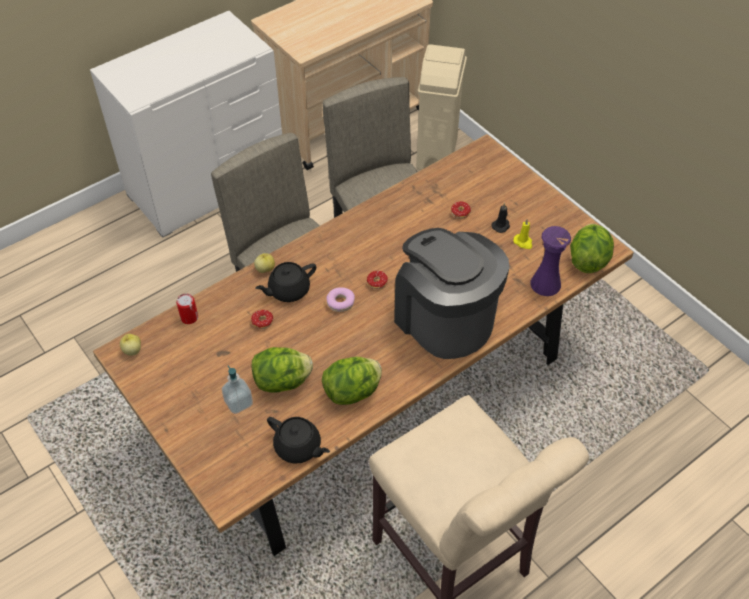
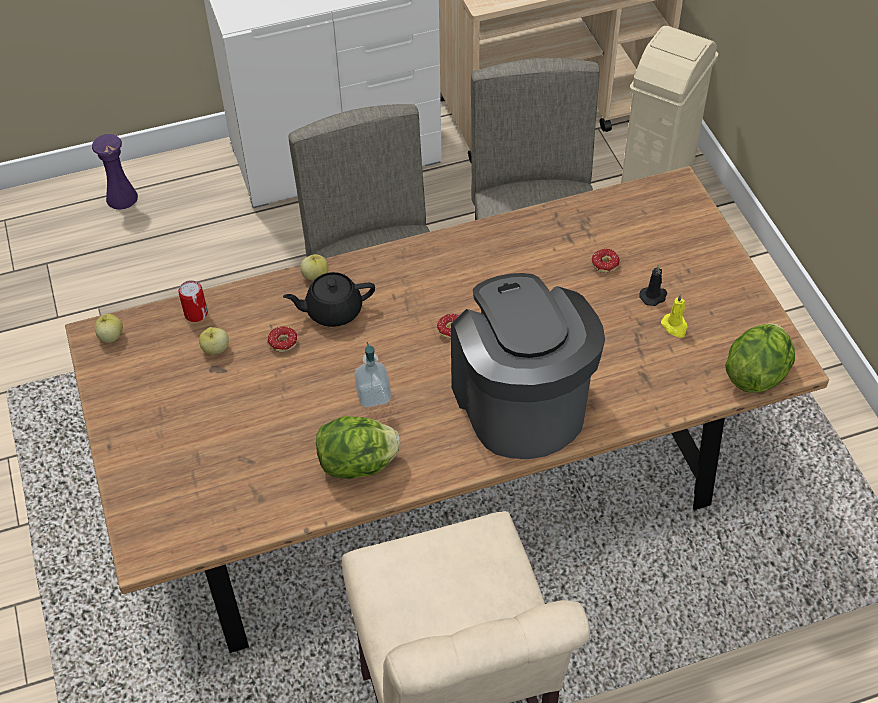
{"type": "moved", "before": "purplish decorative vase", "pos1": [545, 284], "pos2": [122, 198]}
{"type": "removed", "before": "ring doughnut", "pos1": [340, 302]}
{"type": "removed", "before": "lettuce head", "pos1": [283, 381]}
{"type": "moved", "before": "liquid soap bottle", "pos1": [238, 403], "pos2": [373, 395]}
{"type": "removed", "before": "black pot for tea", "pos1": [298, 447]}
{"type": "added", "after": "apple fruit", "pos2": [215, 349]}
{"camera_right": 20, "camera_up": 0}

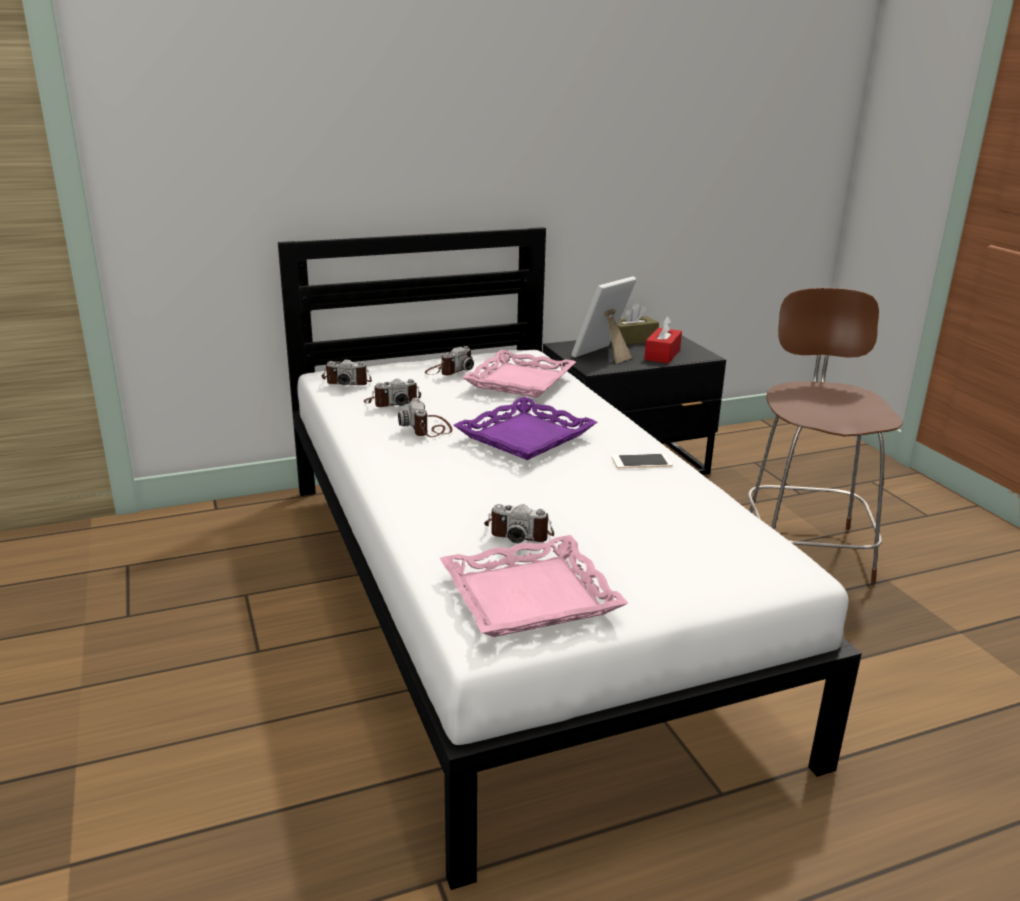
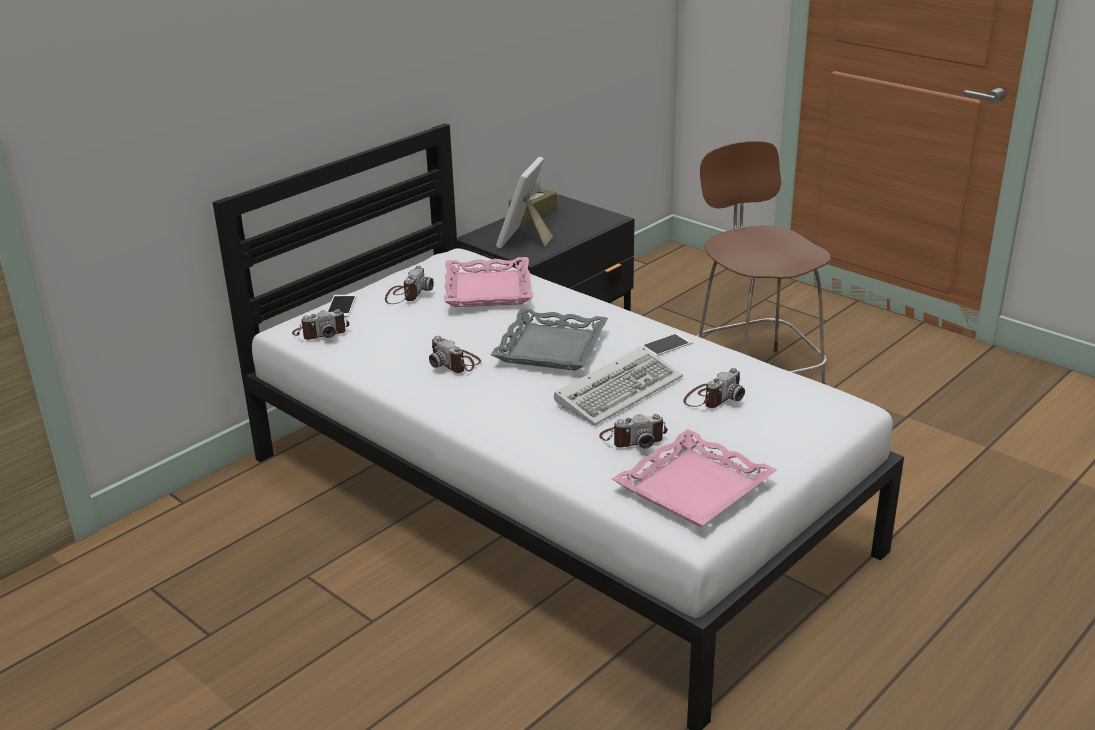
{"type": "removed", "before": "red tissue box", "pos1": [662, 355]}
{"type": "moved", "before": "still camera", "pos1": [392, 402], "pos2": [712, 397]}
{"type": "recoloured", "before": "purplish carrying tray", "after": "gray carrying tray", "pos1": [524, 436], "pos2": [550, 347]}
{"type": "added", "after": "phone", "pos2": [341, 306]}
{"type": "added", "after": "keyboard", "pos2": [619, 389]}
{"camera_right": -25, "camera_up": 5}

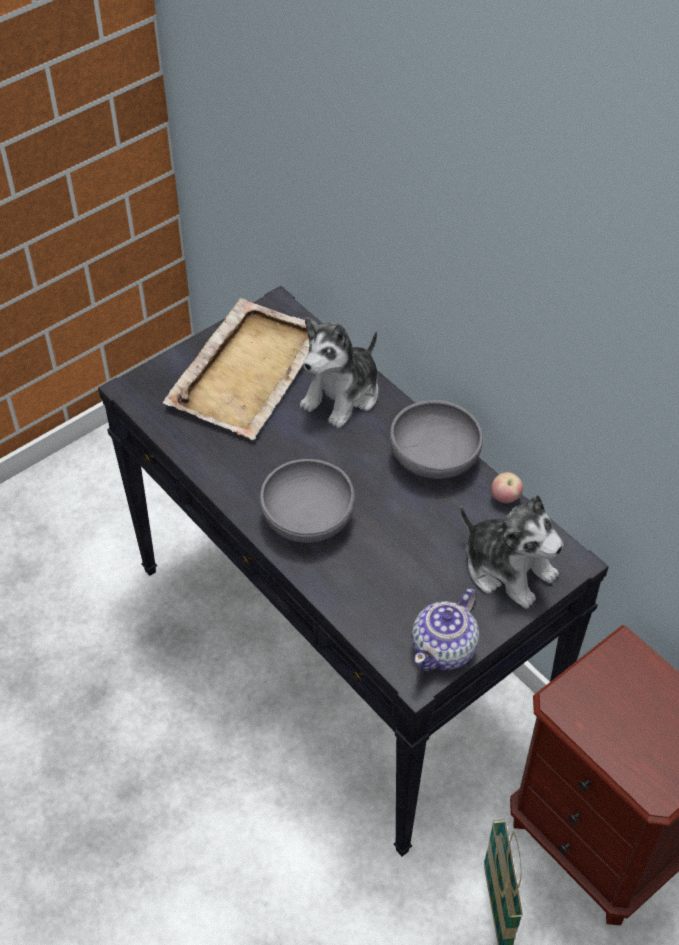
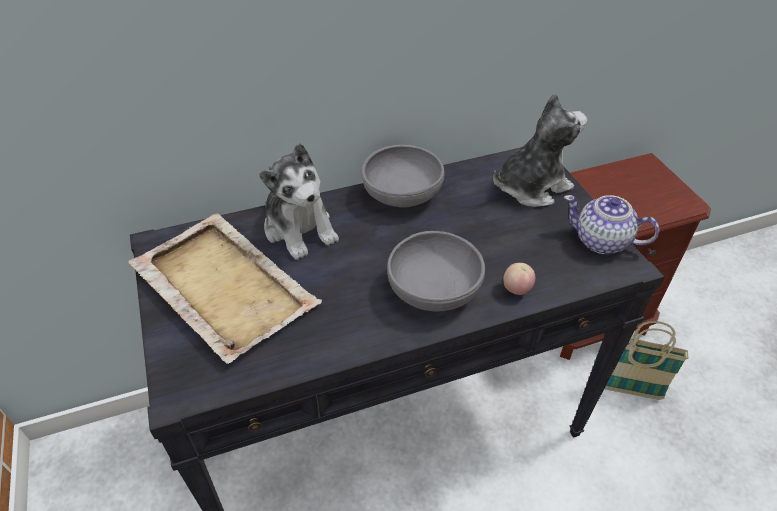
{"type": "moved", "before": "apple fruit", "pos1": [505, 498], "pos2": [516, 289]}
{"type": "turned", "before": "pot for tea", "pos1": [445, 648], "pos2": [602, 241], "turn": 150}
{"camera_right": -70, "camera_up": -5}

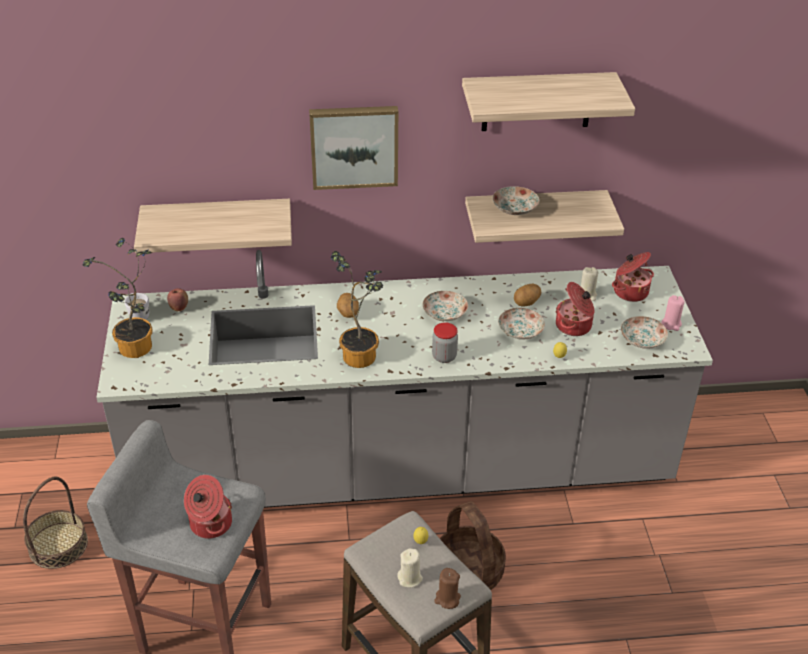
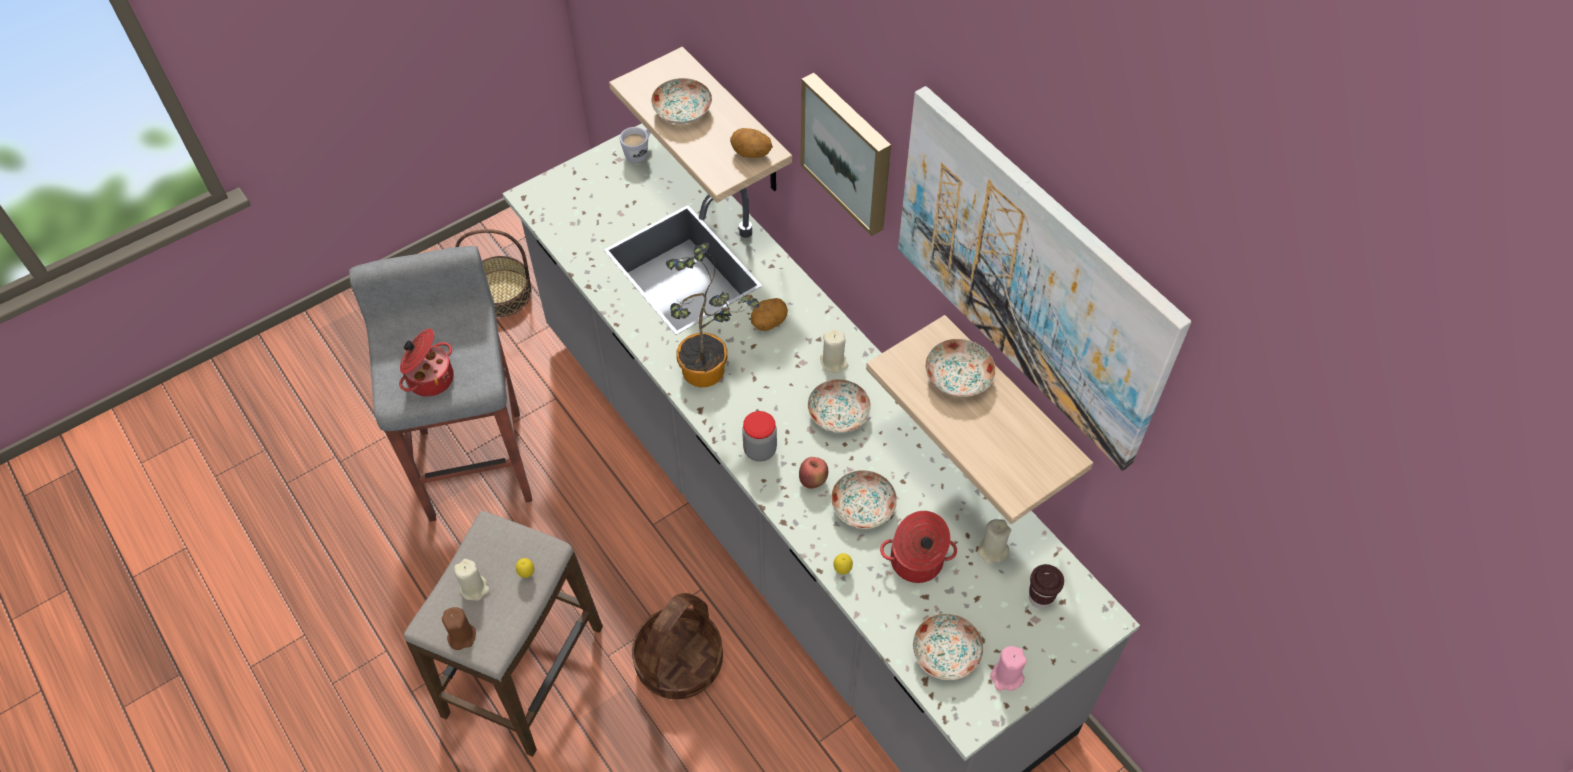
{"type": "replaced", "before": "shelf", "after": "wall art", "pos1": [537, 101], "pos2": [1030, 277]}
{"type": "removed", "before": "potted plant", "pos1": [136, 351]}
{"type": "replaced", "before": "saucepot", "after": "brownish cup", "pos1": [630, 291], "pos2": [1040, 598]}
{"type": "moved", "before": "whole potato", "pos1": [526, 303], "pos2": [751, 154]}
{"type": "moved", "before": "apple fruit", "pos1": [179, 308], "pos2": [813, 481]}
{"type": "added", "after": "flat dish", "pos2": [683, 111]}
{"type": "added", "after": "sand-coloured wax light", "pos2": [833, 362]}
{"camera_right": 60, "camera_up": 15}

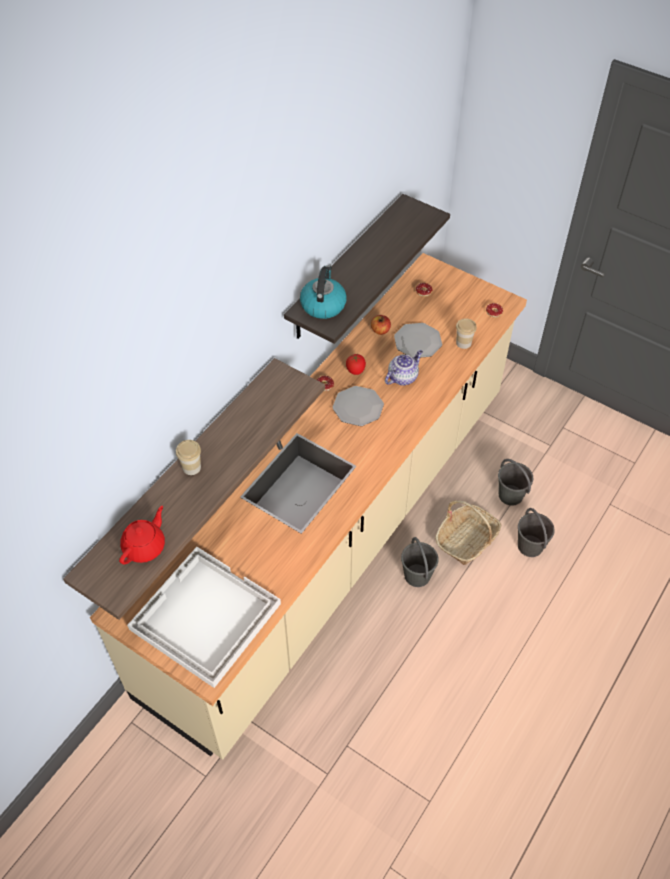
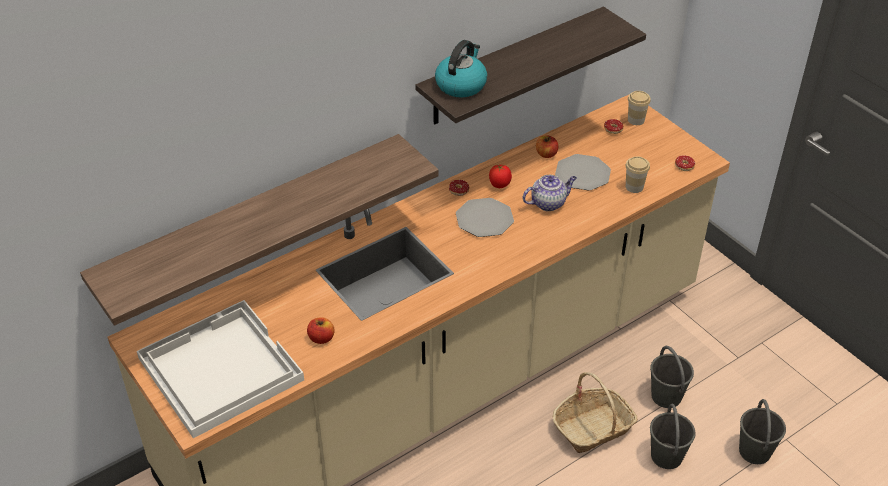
{"type": "moved", "before": "cup", "pos1": [191, 467], "pos2": [636, 120]}
{"type": "removed", "before": "red pot for tea", "pos1": [145, 546]}
{"type": "moved", "before": "gray pail", "pos1": [417, 575], "pos2": [754, 451]}
{"type": "added", "after": "apple fruit", "pos2": [321, 338]}
{"camera_right": 20, "camera_up": -10}

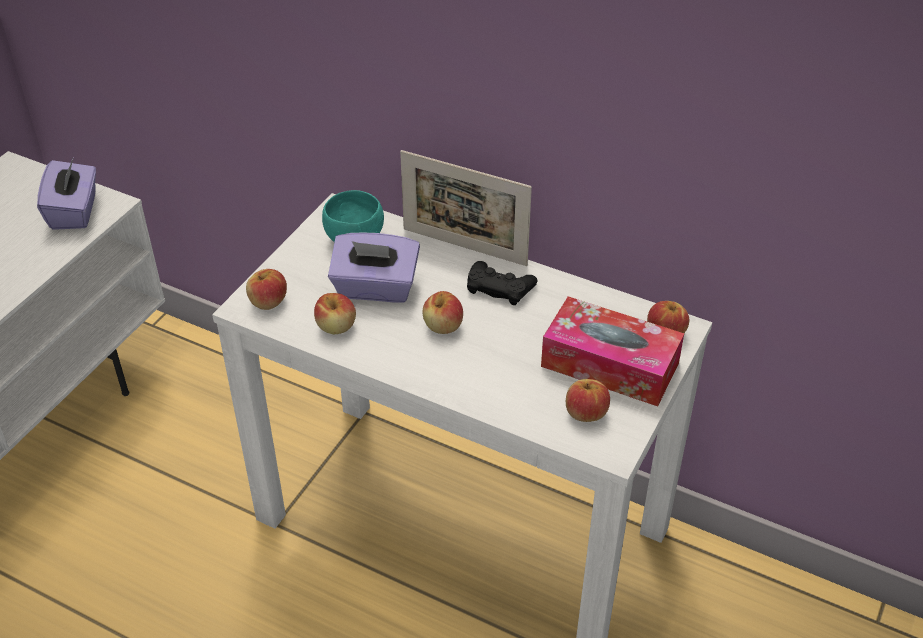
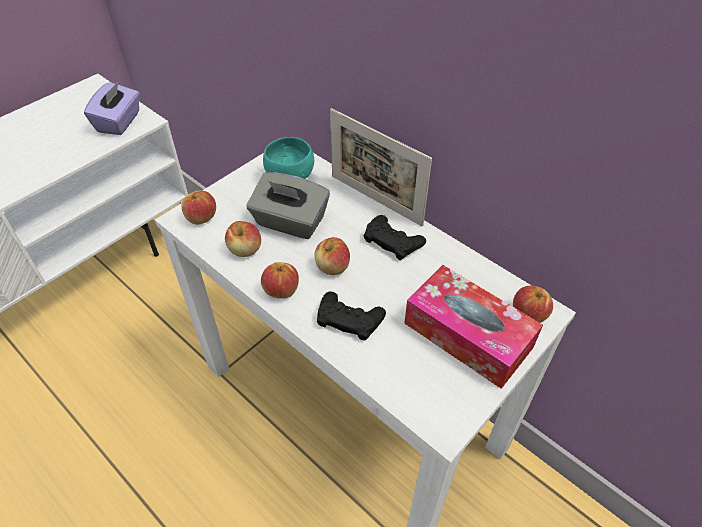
{"type": "recoloured", "before": "purplish tissue box", "after": "gray tissue box", "pos1": [375, 288], "pos2": [290, 222]}
{"type": "moved", "before": "apple fruit", "pos1": [585, 413], "pos2": [281, 290]}
{"type": "added", "after": "black gamepad", "pos2": [349, 319]}
{"camera_right": 15, "camera_up": 5}

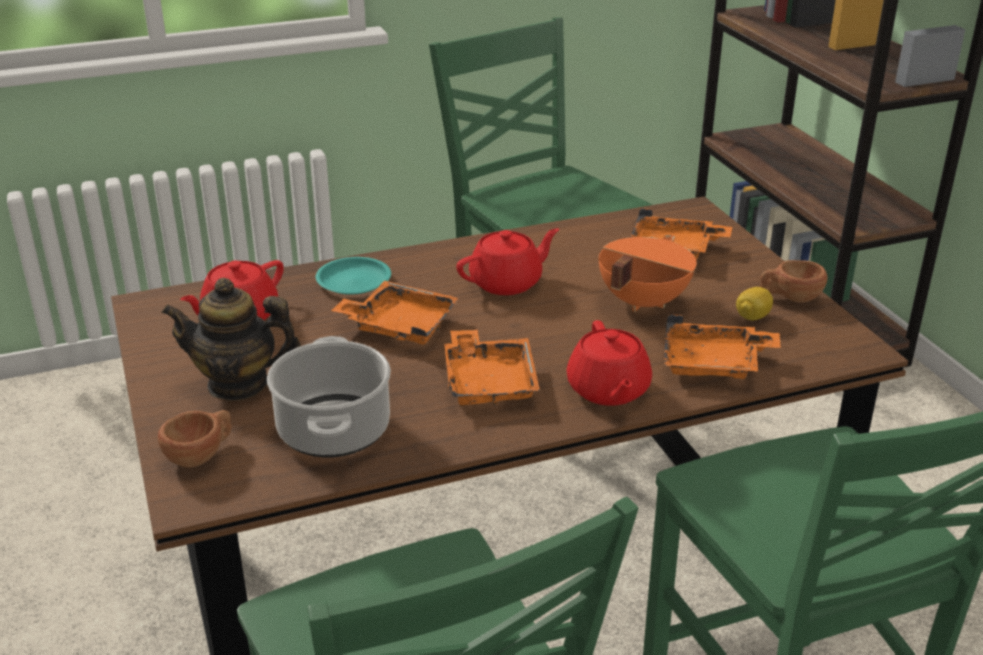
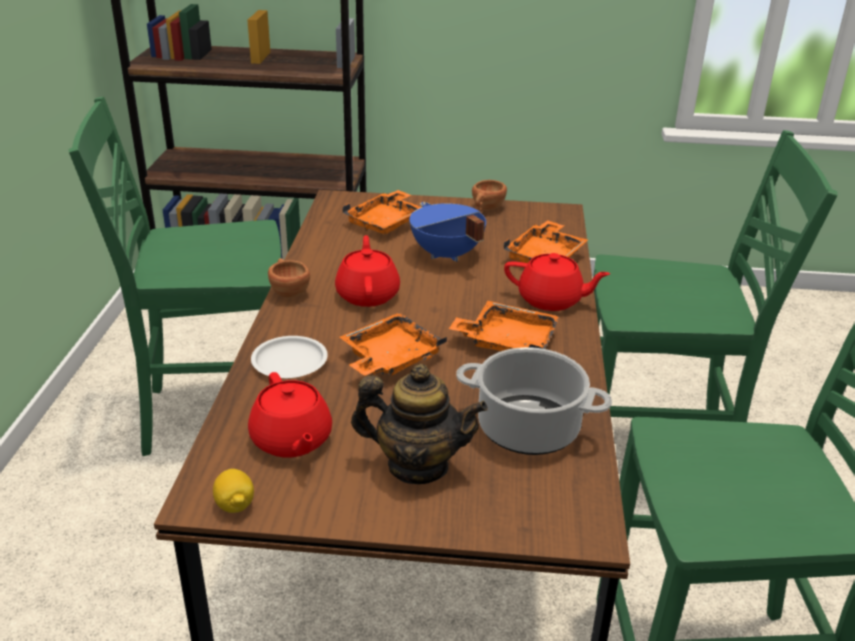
{"type": "recoloured", "before": "orange-coloured saucepot", "after": "blue-coloured saucepot", "pos1": [641, 301], "pos2": [445, 255]}
{"type": "recoloured", "before": "turquoise-coloured flat dish", "after": "white-coloured flat dish", "pos1": [354, 280], "pos2": [289, 362]}
{"type": "turned", "before": "pot for tea", "pos1": [238, 384], "pos2": [417, 465], "turn": -105}
{"type": "moved", "before": "citrus fruit", "pos1": [752, 317], "pos2": [235, 505]}
{"type": "moved", "before": "brownish cup", "pos1": [201, 455], "pos2": [288, 291]}
{"camera_right": -65, "camera_up": 0}

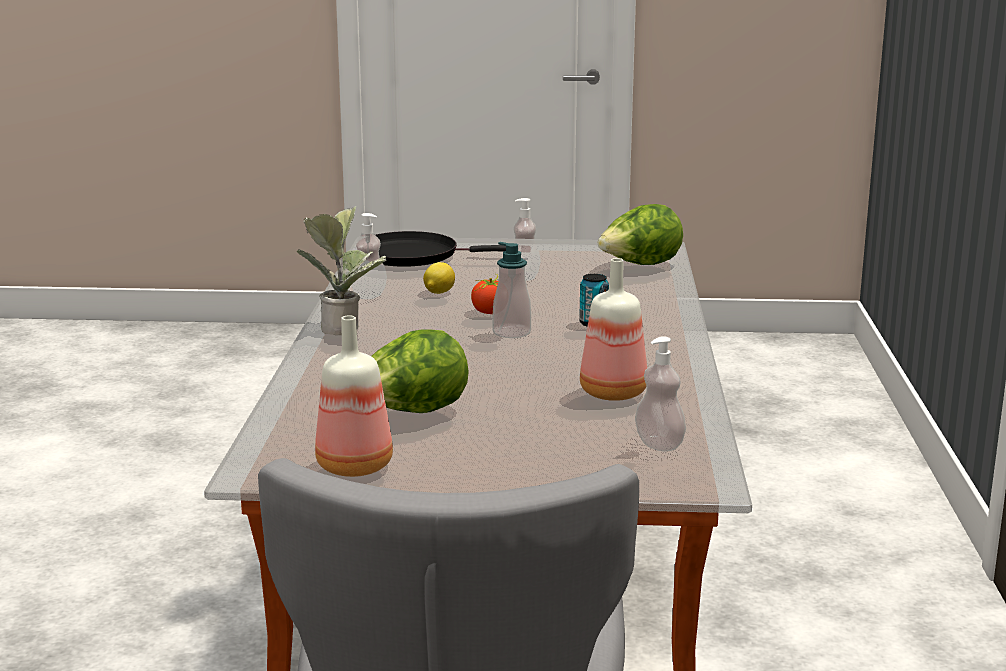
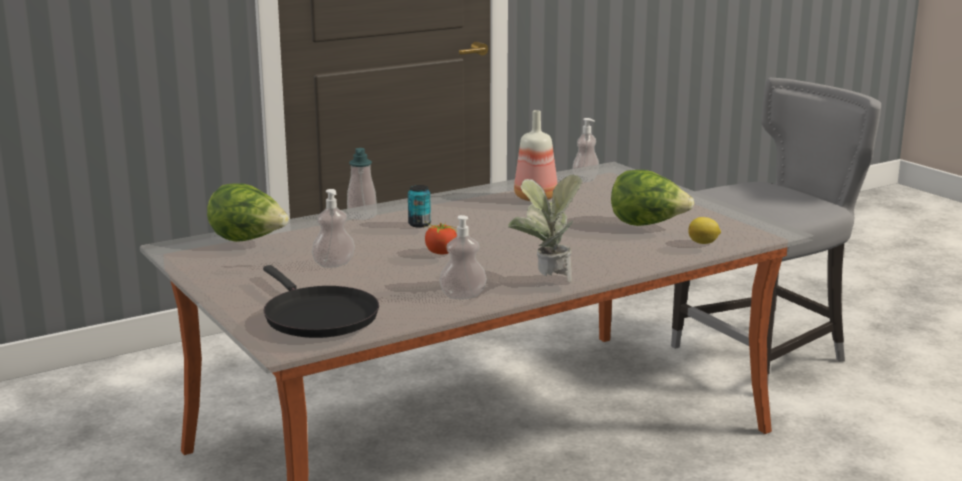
{"type": "moved", "before": "liquid soap bottle", "pos1": [511, 333], "pos2": [362, 216]}
{"type": "moved", "before": "citrus fruit", "pos1": [438, 292], "pos2": [704, 243]}
{"type": "removed", "before": "drink bottle", "pos1": [353, 466]}
{"camera_right": -125, "camera_up": 0}

